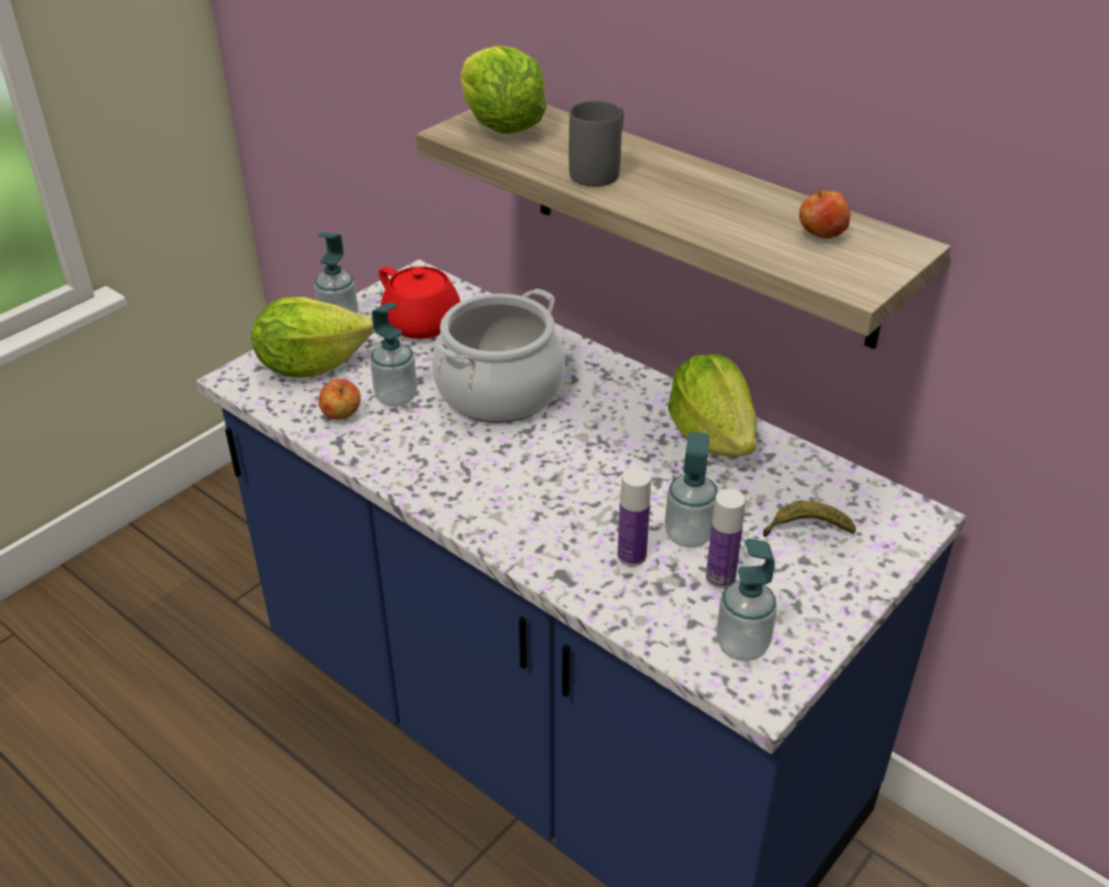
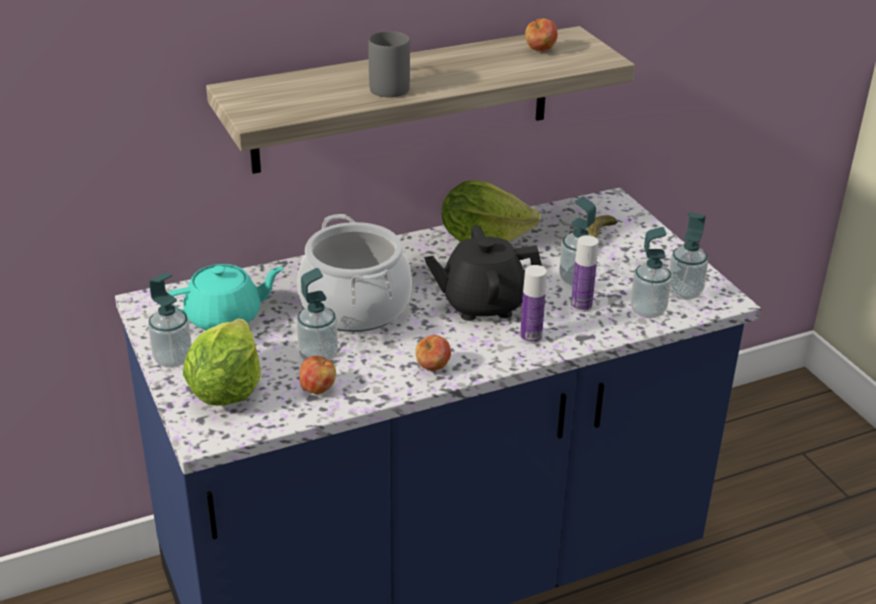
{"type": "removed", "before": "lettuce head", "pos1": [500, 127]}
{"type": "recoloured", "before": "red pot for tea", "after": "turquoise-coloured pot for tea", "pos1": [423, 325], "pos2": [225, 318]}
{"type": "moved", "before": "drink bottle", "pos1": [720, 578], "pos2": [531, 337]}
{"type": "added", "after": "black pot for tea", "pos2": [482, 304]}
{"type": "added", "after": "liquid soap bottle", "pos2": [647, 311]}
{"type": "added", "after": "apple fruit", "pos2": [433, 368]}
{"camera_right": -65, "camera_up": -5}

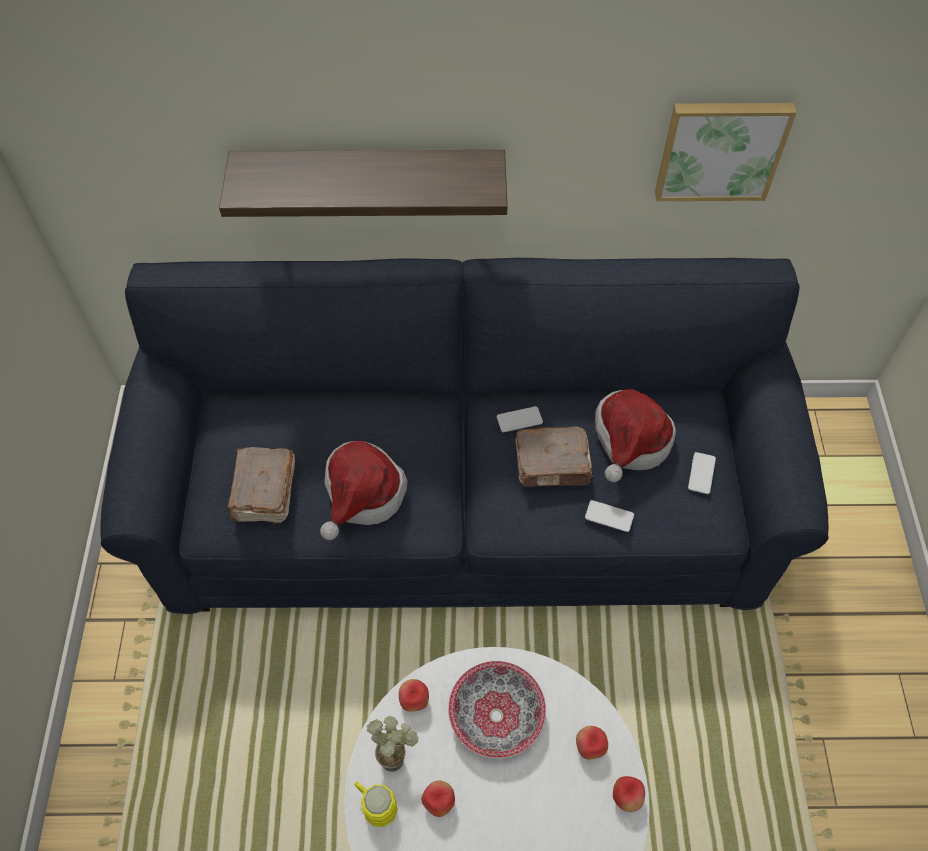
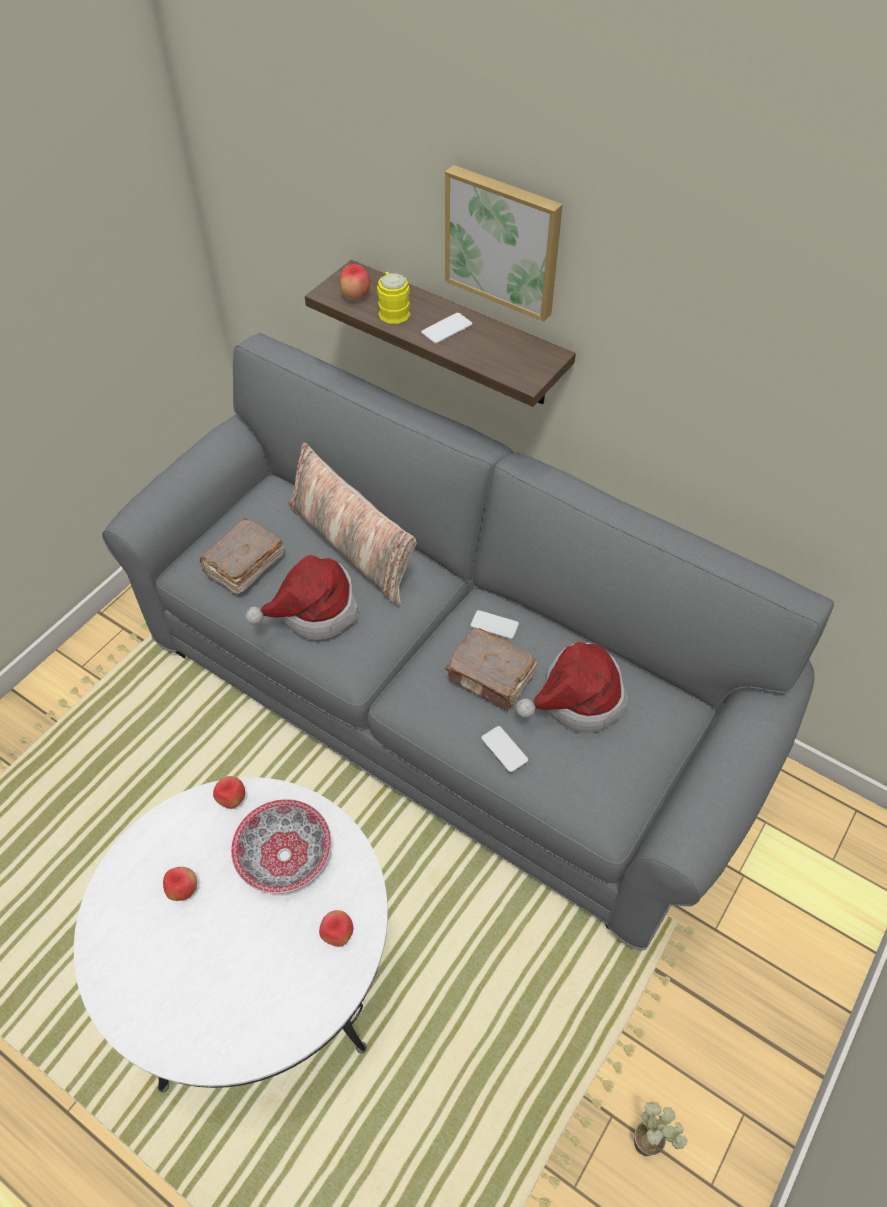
{"type": "moved", "before": "wall art", "pos1": [720, 149], "pos2": [504, 241]}
{"type": "recoloured", "before": "blue-coloured couch", "after": "gray couch", "pos1": [464, 506], "pos2": [444, 698]}
{"type": "moved", "before": "phone", "pos1": [701, 473], "pos2": [446, 329]}
{"type": "moved", "before": "potted plant", "pos1": [397, 755], "pos2": [652, 1142]}
{"type": "moved", "before": "apple fruit", "pos1": [626, 797], "pos2": [355, 297]}
{"type": "moved", "before": "yellow coffee mug", "pos1": [375, 804], "pos2": [392, 310]}
{"type": "added", "after": "pillow", "pos2": [352, 546]}
{"camera_right": 35, "camera_up": -5}

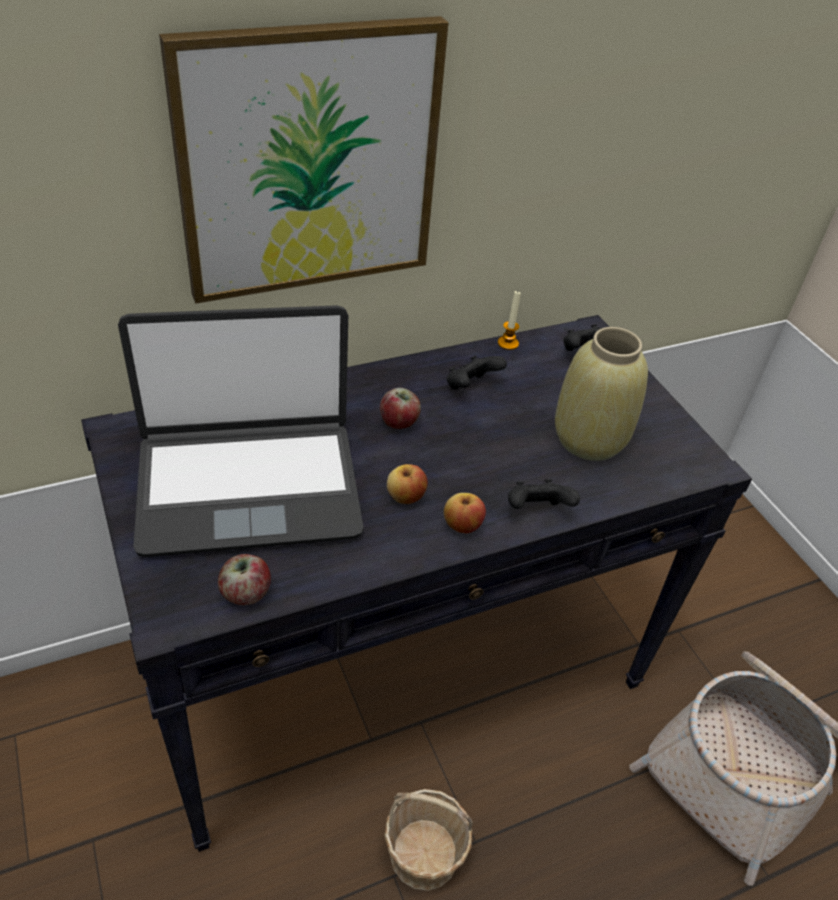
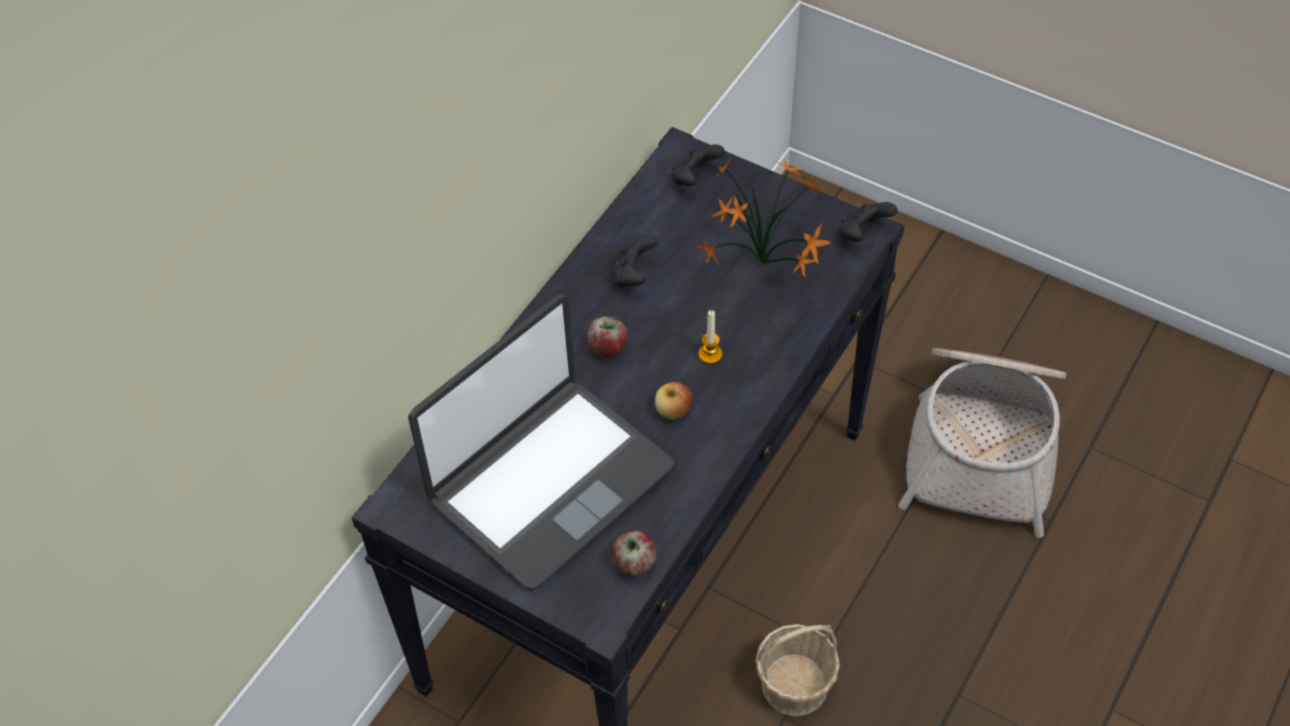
{"type": "removed", "before": "wall art", "pos1": [309, 162]}
{"type": "moved", "before": "wax light", "pos1": [508, 343], "pos2": [710, 354]}
{"type": "replaced", "before": "sand-coloured decorative vase", "after": "potted plant", "pos1": [590, 440], "pos2": [765, 267]}
{"type": "moved", "before": "black gamepad", "pos1": [536, 511], "pos2": [863, 233]}
{"type": "removed", "before": "apple fruit", "pos1": [462, 525]}
{"camera_right": -30, "camera_up": 10}

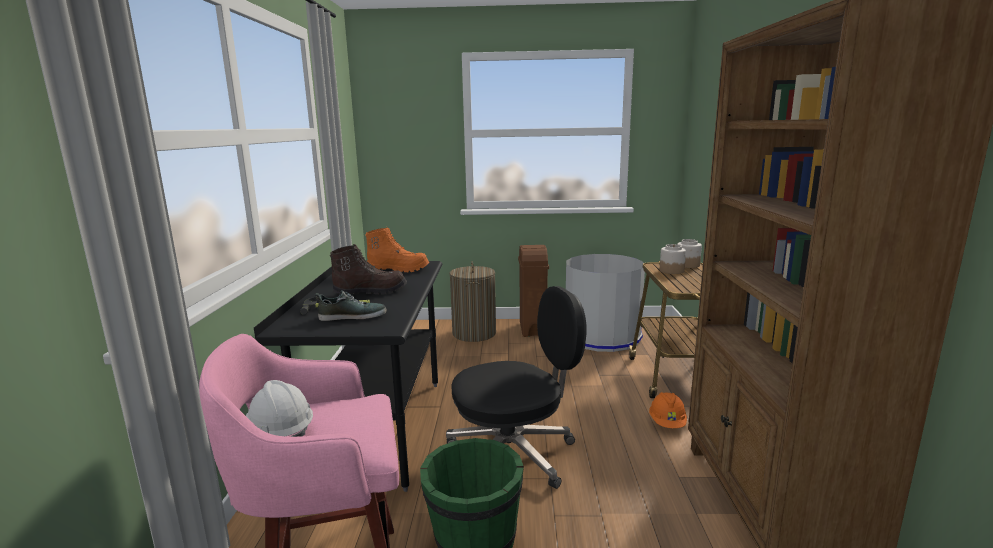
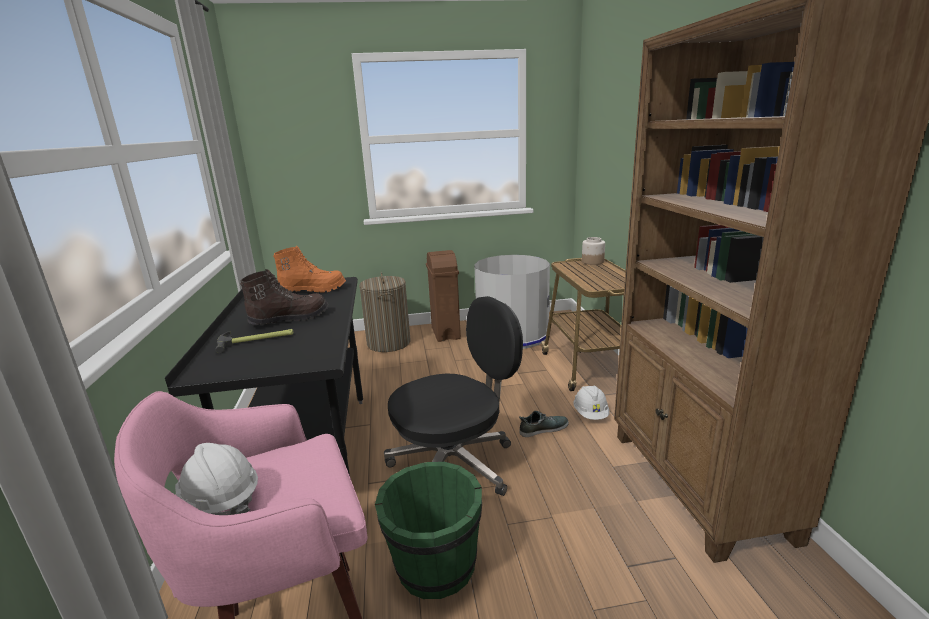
{"type": "removed", "before": "jar", "pos1": [671, 270]}
{"type": "moved", "before": "shoe", "pos1": [352, 316], "pos2": [543, 428]}
{"type": "recoloured", "before": "orange-coloured hard hat", "after": "white-coloured hard hat", "pos1": [667, 423], "pos2": [590, 414]}
{"camera_right": -10, "camera_up": 5}

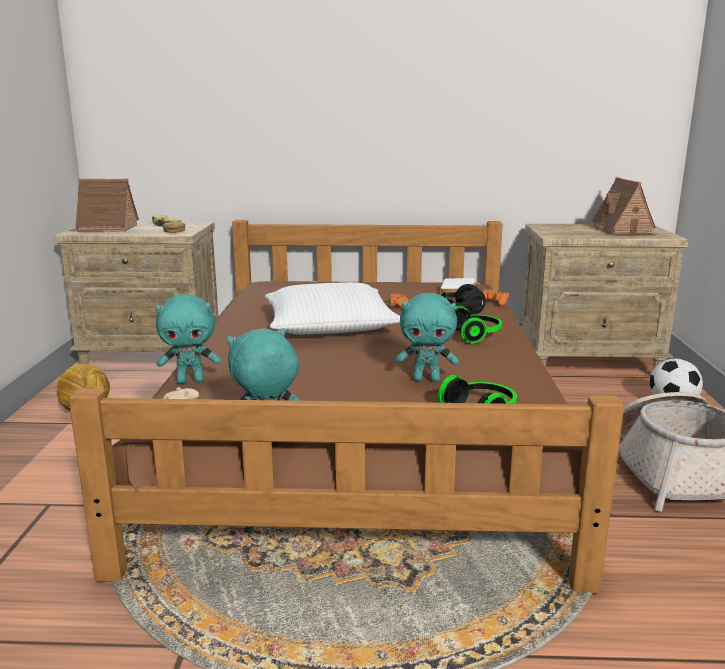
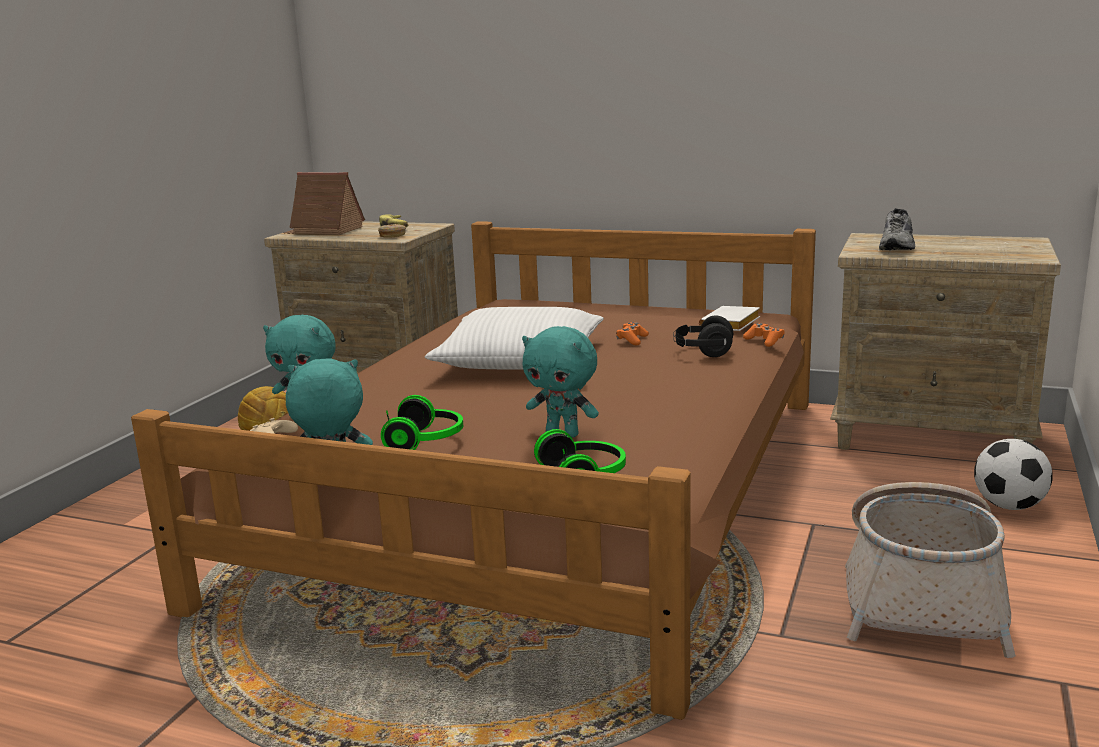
{"type": "removed", "before": "toy house", "pos1": [623, 230]}
{"type": "moved", "before": "pair of headphones", "pos1": [476, 335], "pos2": [427, 442]}
{"type": "added", "after": "gray shoe", "pos2": [898, 246]}
{"camera_right": 20, "camera_up": 0}

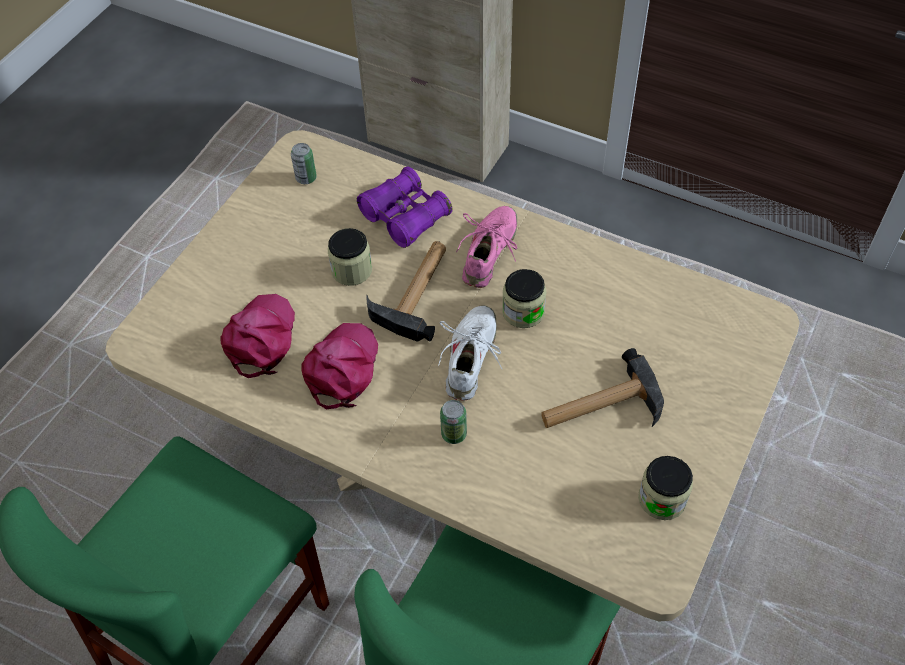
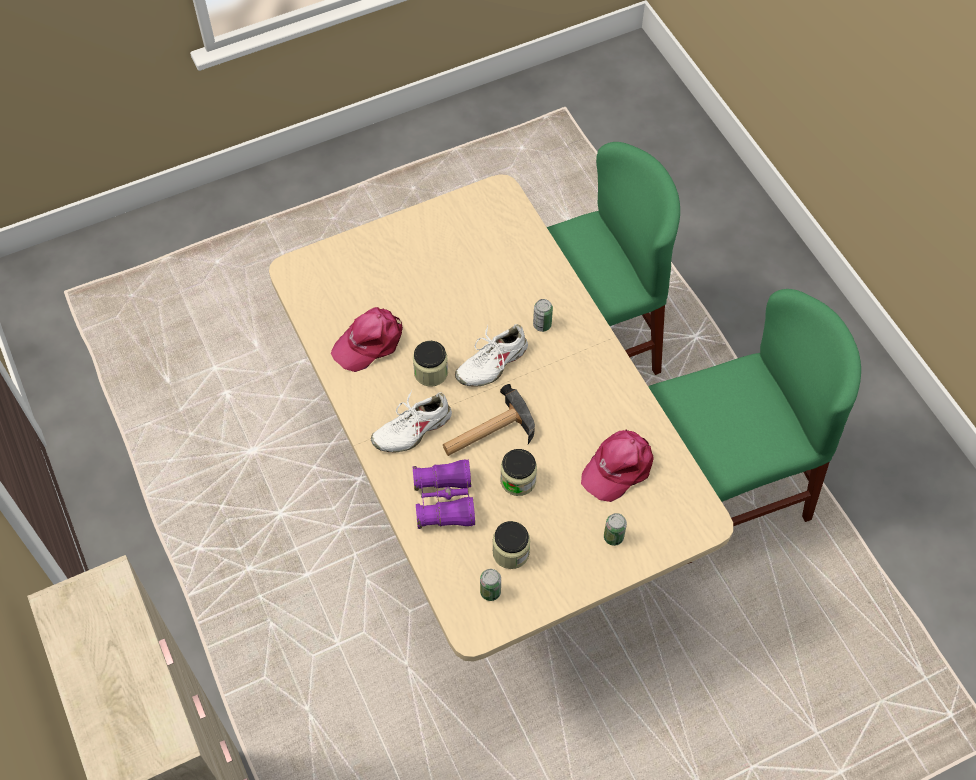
{"type": "recoloured", "before": "pink-coloured shoe", "after": "white-coloured shoe", "pos1": [490, 253], "pos2": [412, 429]}
{"type": "moved", "before": "pink-coloured peaked cap", "pos1": [342, 369], "pos2": [369, 342]}
{"type": "removed", "before": "hammer", "pos1": [599, 406]}
{"type": "moved", "before": "jar", "pos1": [662, 499], "pos2": [511, 552]}
{"type": "added", "after": "metal can", "pos2": [613, 537]}
{"camera_right": -145, "camera_up": 5}

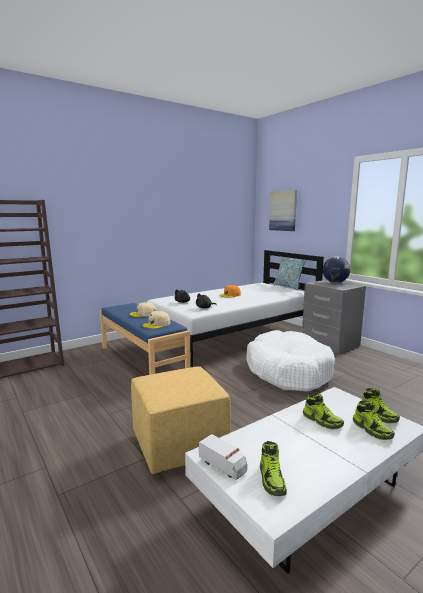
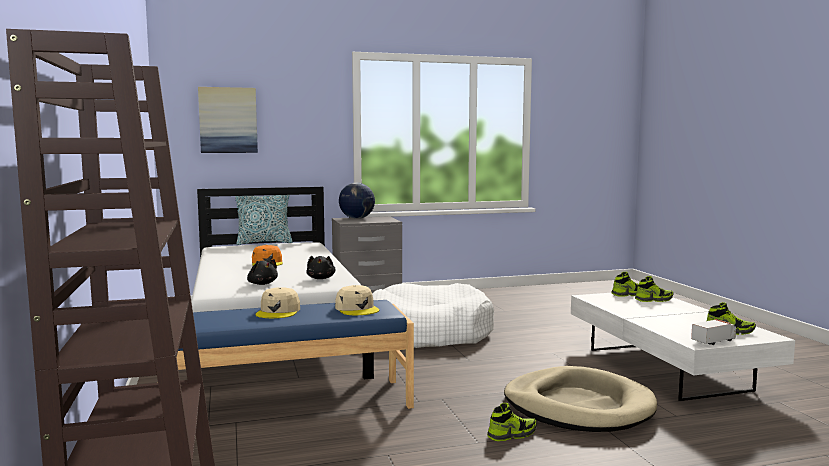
{"type": "replaced", "before": "yellow pouffe", "after": "sand-coloured dog cushion", "pos1": [179, 444], "pos2": [578, 406]}
{"type": "moved", "before": "shoe", "pos1": [322, 421], "pos2": [512, 434]}
{"camera_right": -70, "camera_up": -5}

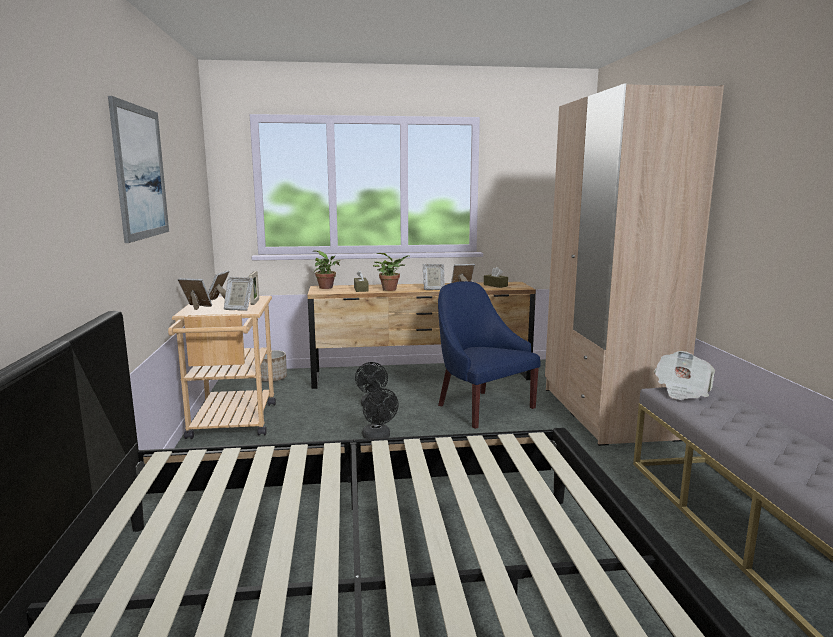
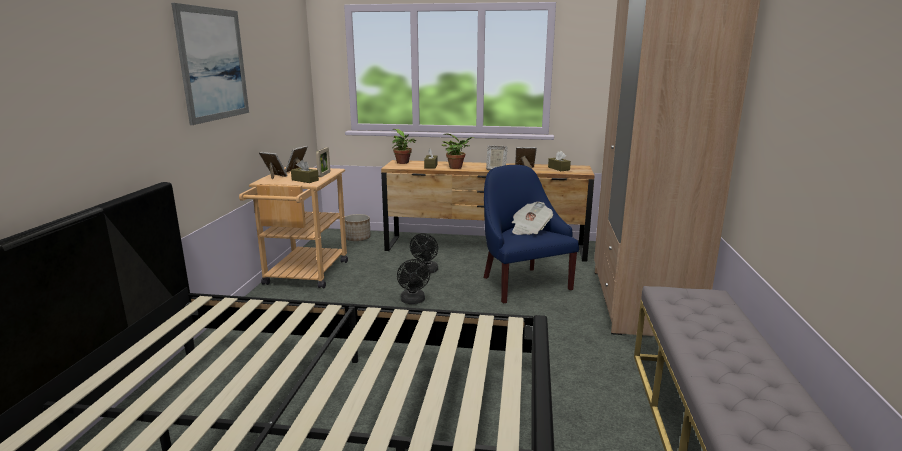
{"type": "replaced", "before": "standing frame", "after": "brownish tissue box", "pos1": [238, 309], "pos2": [305, 180]}
{"type": "moved", "before": "printed paper", "pos1": [682, 390], "pos2": [529, 229]}
{"camera_right": 15, "camera_up": 5}

